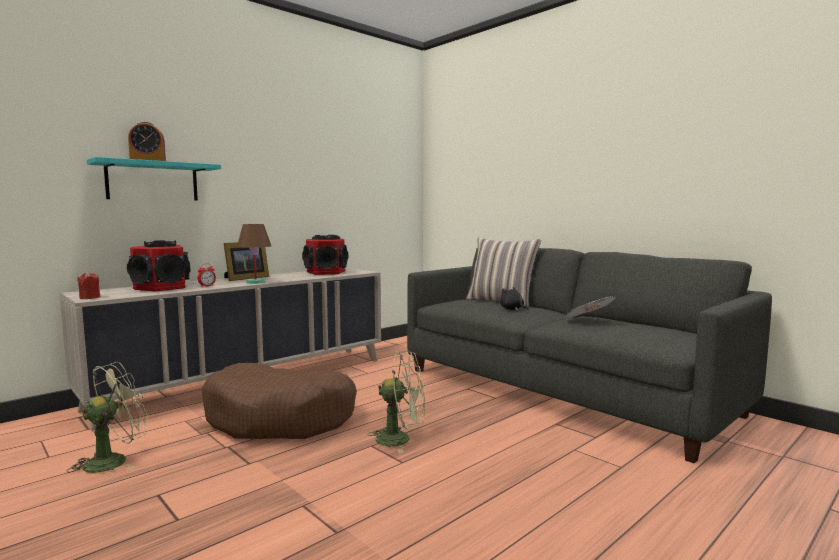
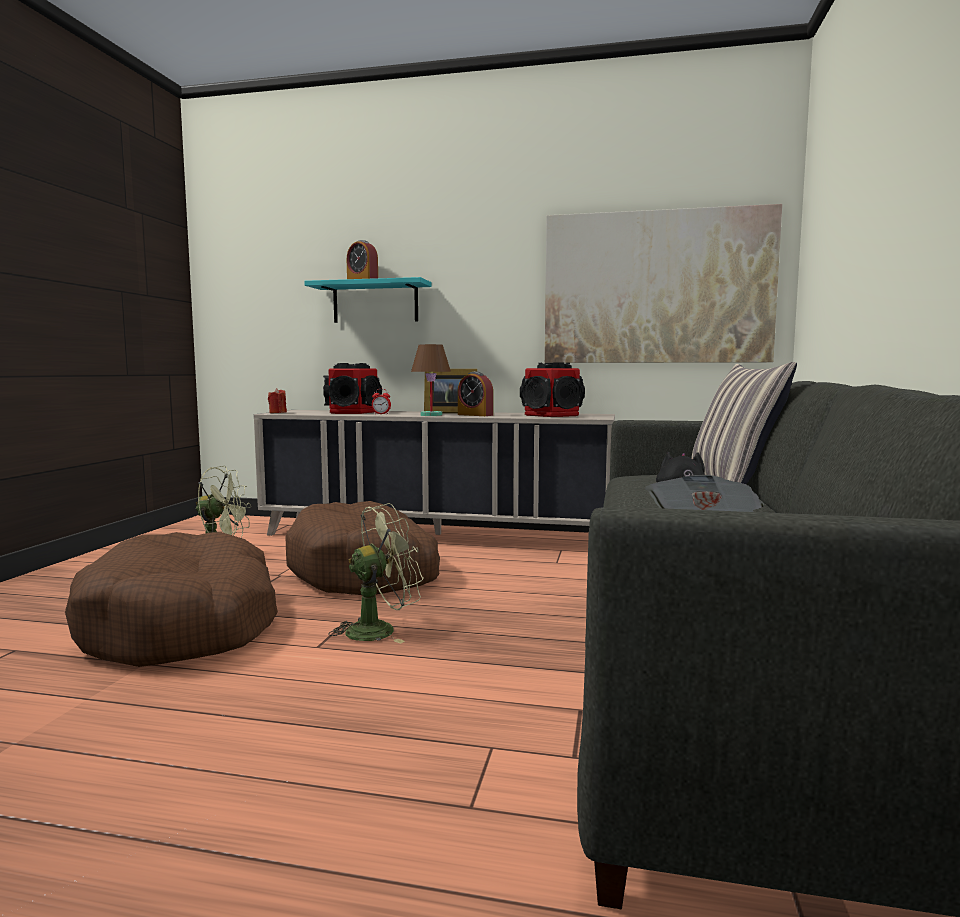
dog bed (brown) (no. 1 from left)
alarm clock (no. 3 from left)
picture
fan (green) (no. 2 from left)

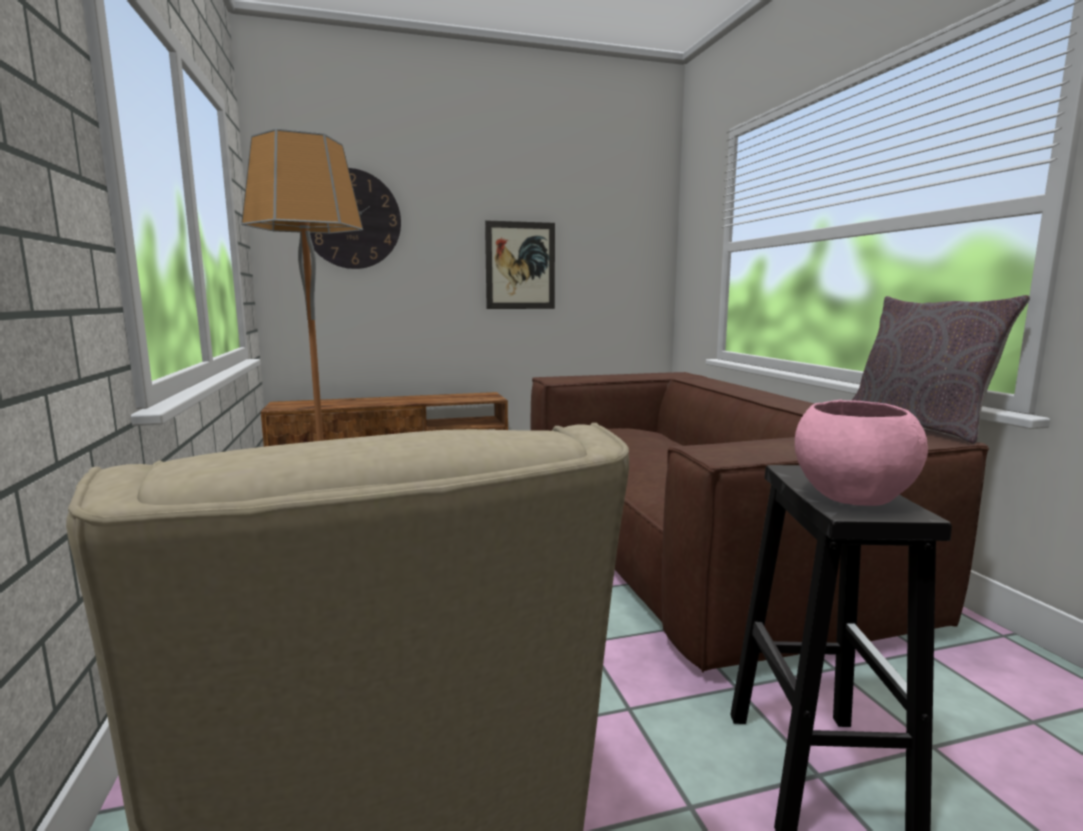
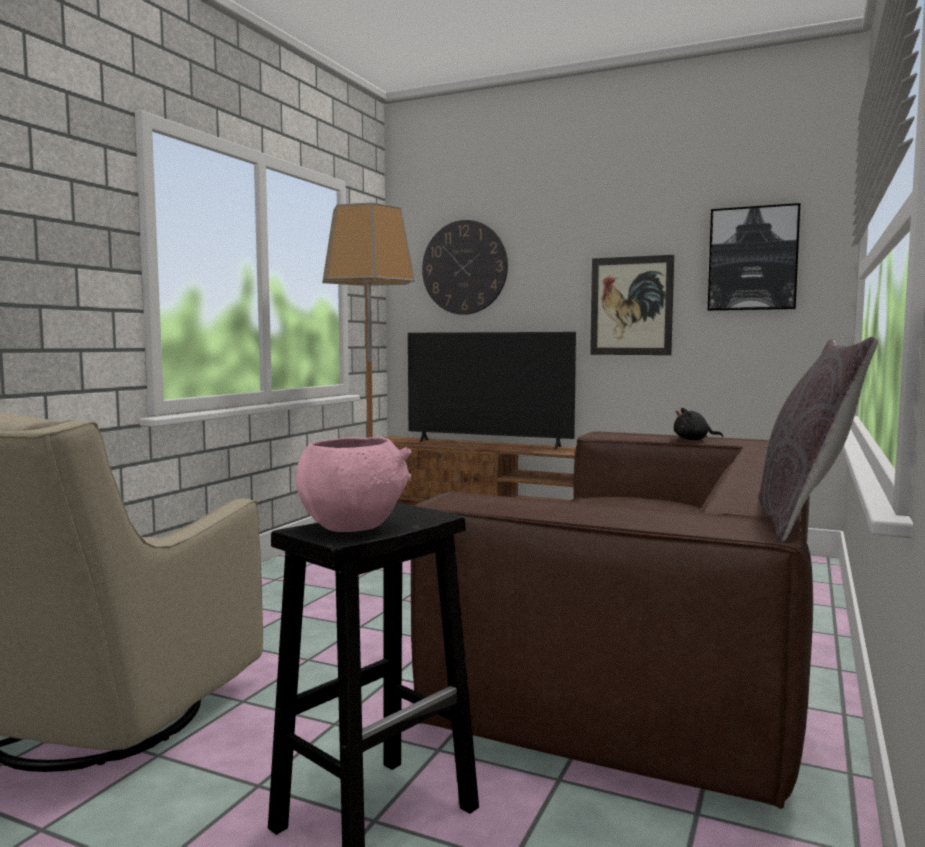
television
plush toy (black)
picture (no. 2 from left)

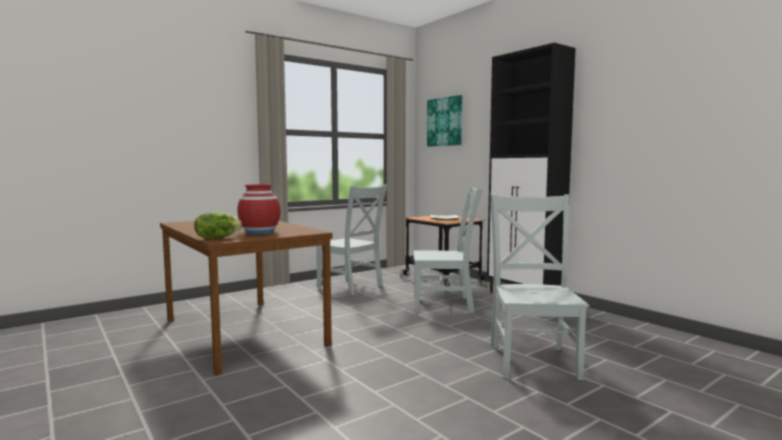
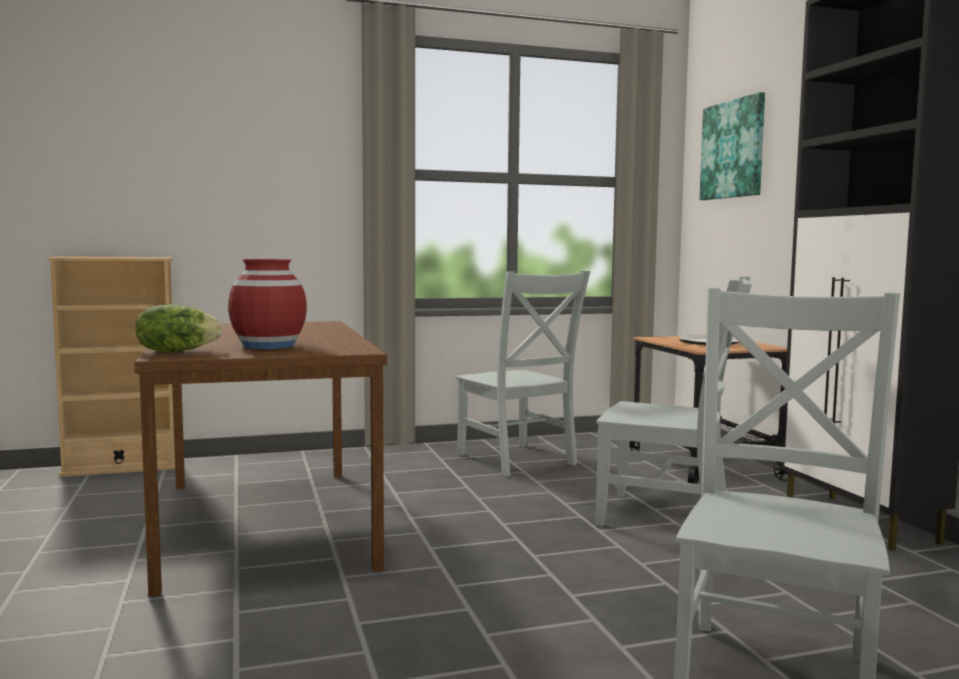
bookcase (beige)

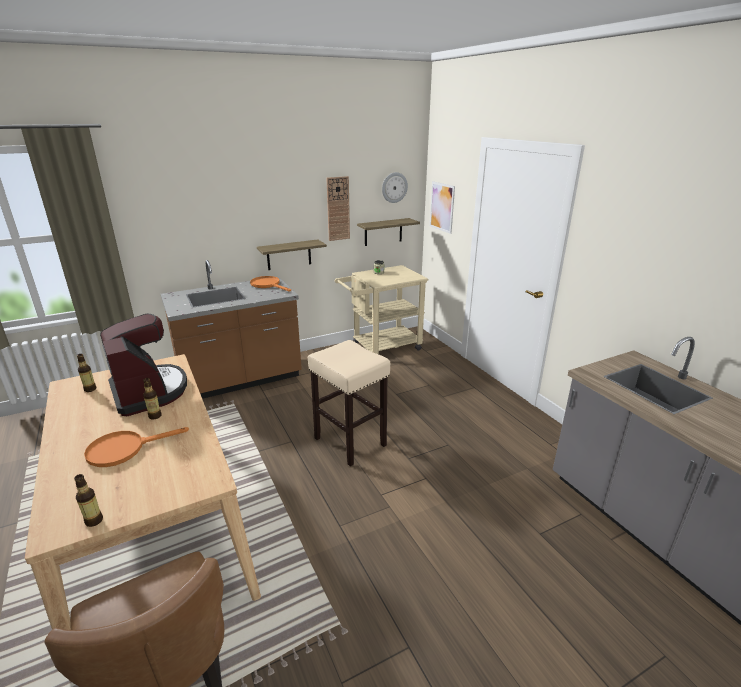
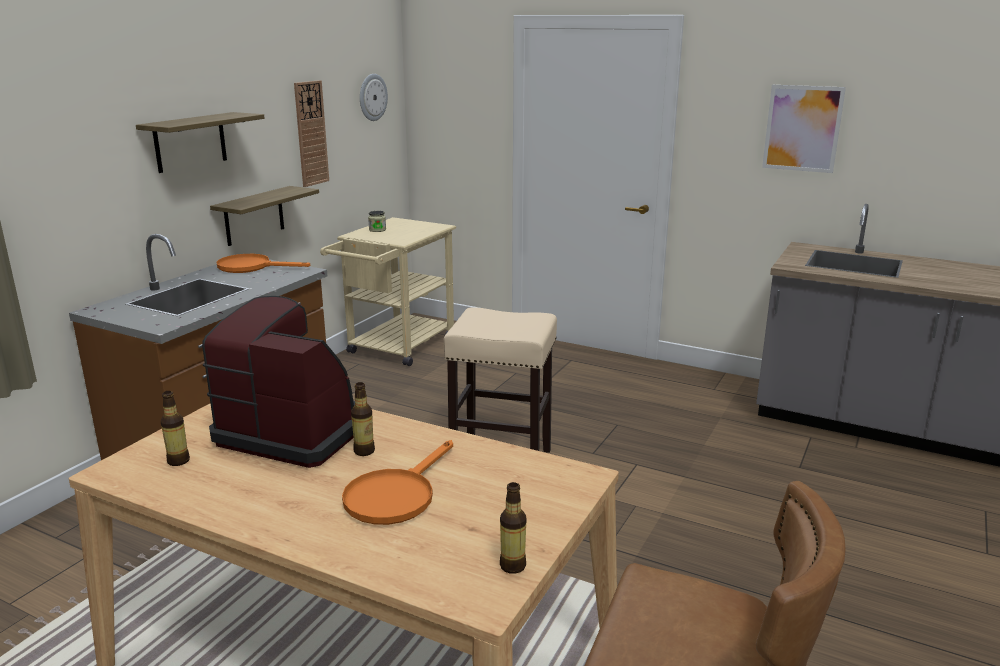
shelf (no. 1 from left)
picture

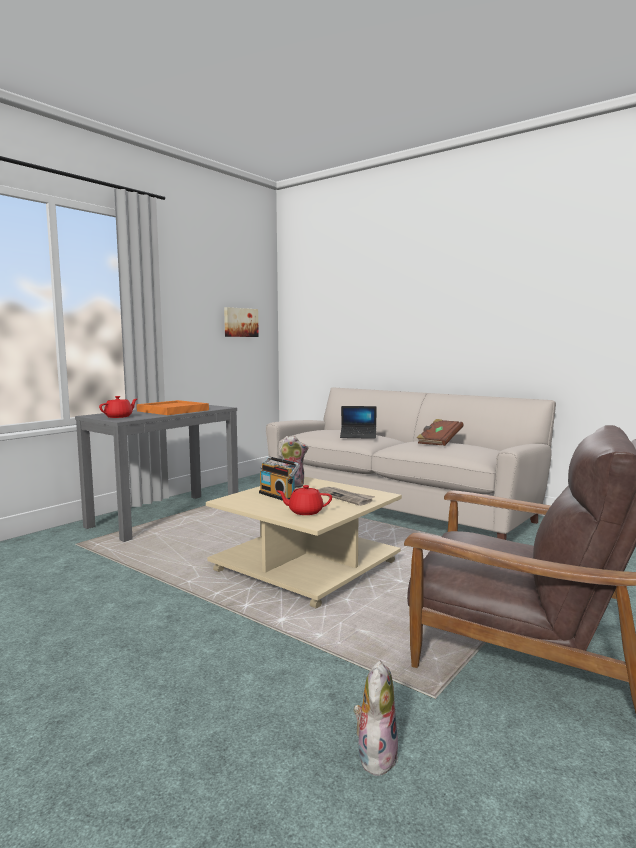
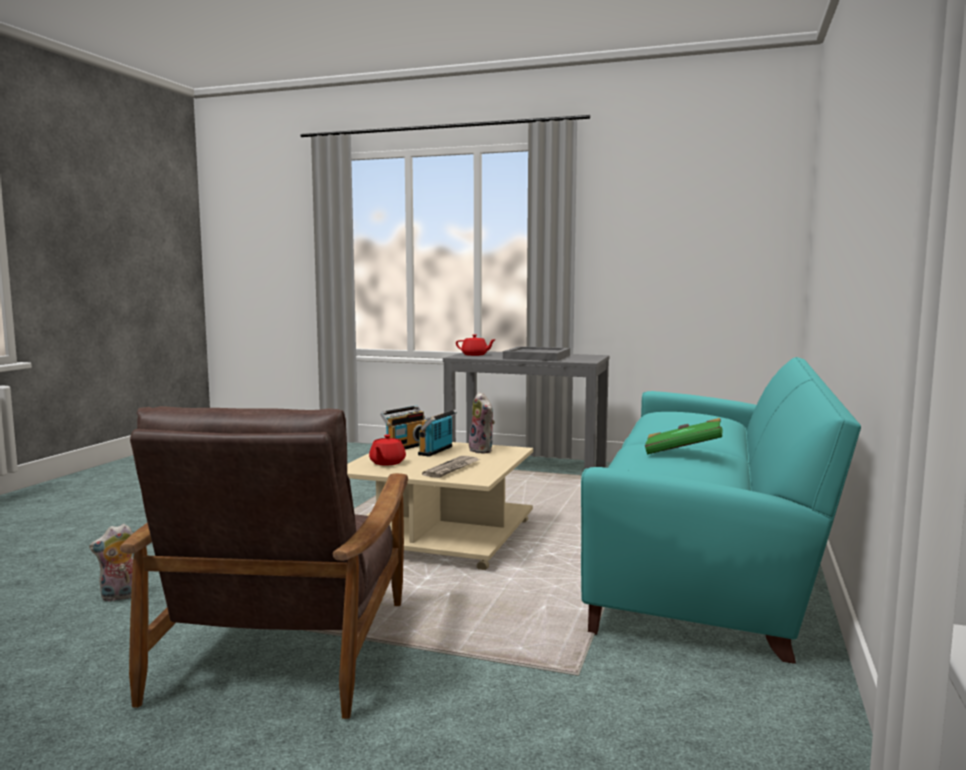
picture
laptop
radio (no. 1 from left)
tray (grey)
sofa (turquoise)
book (green)
teapot (red) (no. 1 from left)
plush toy (no. 1 from left)

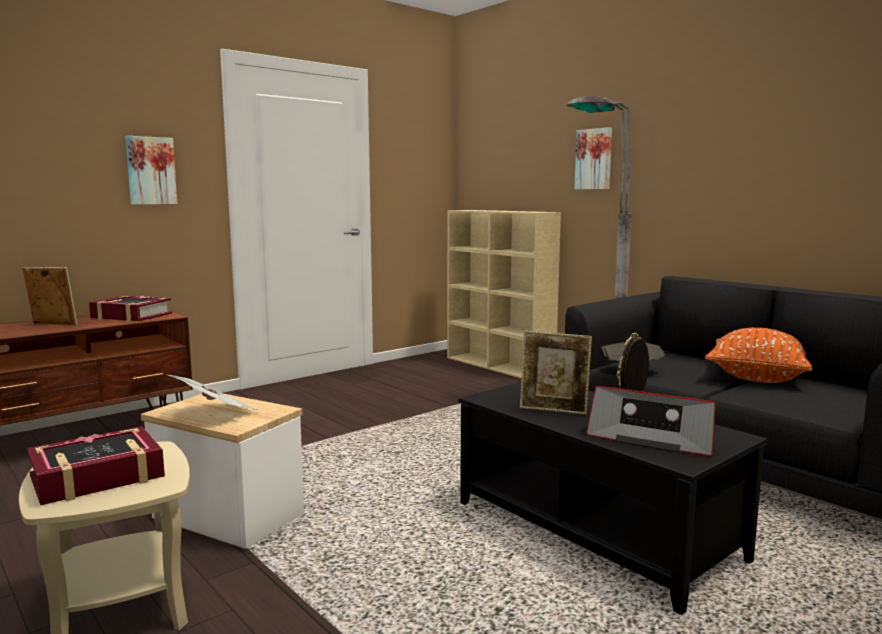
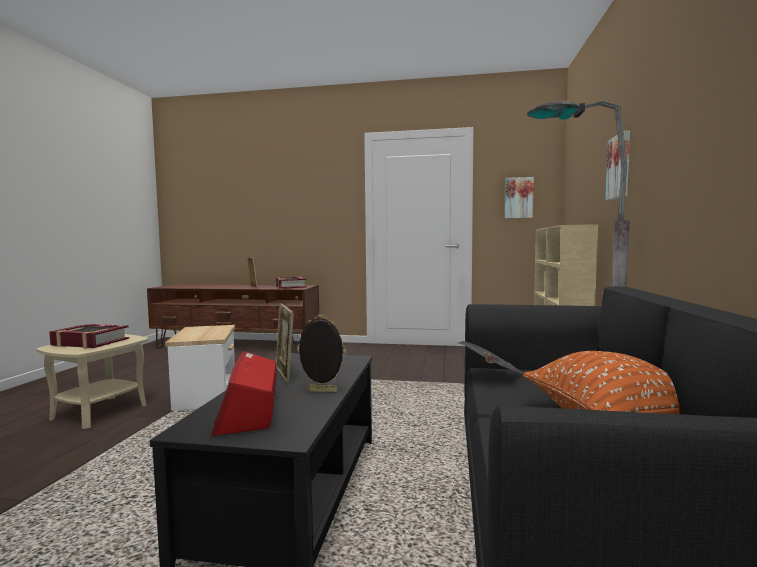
newspaper (no. 1 from left in the first image)
picture (no. 1 from left)

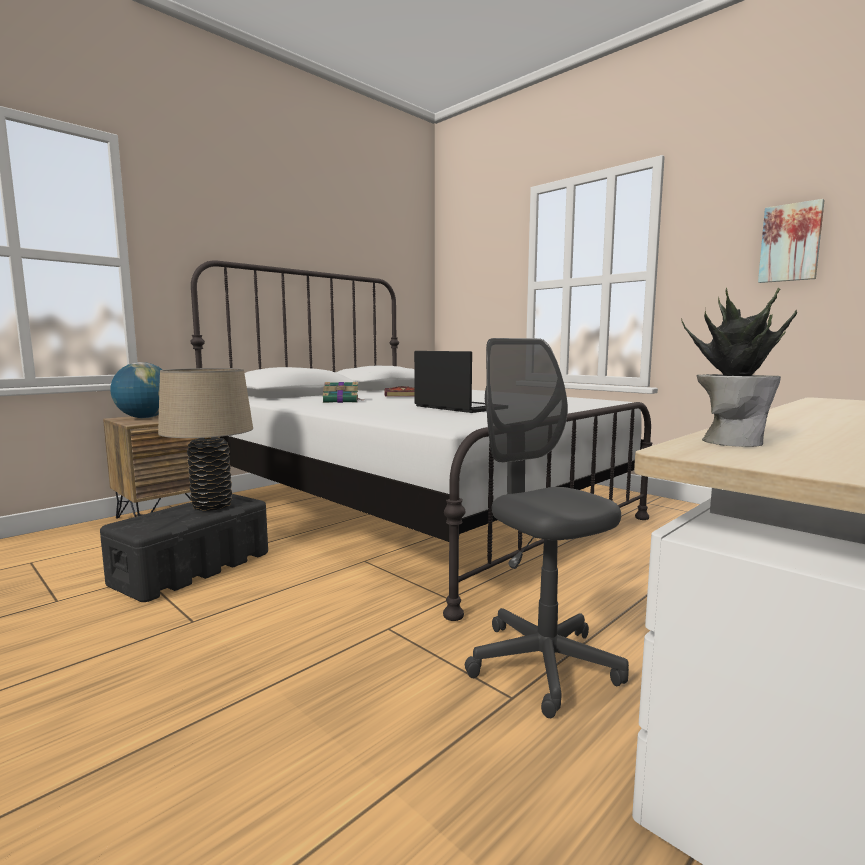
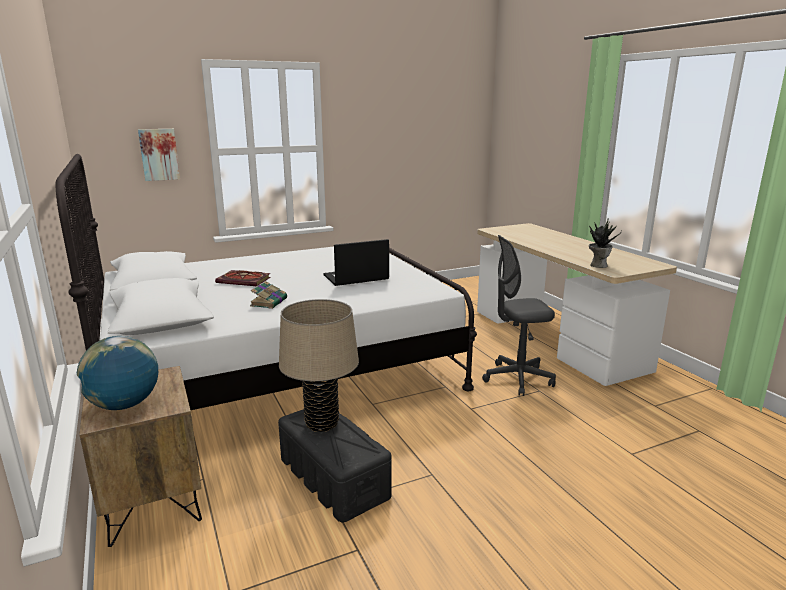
picture

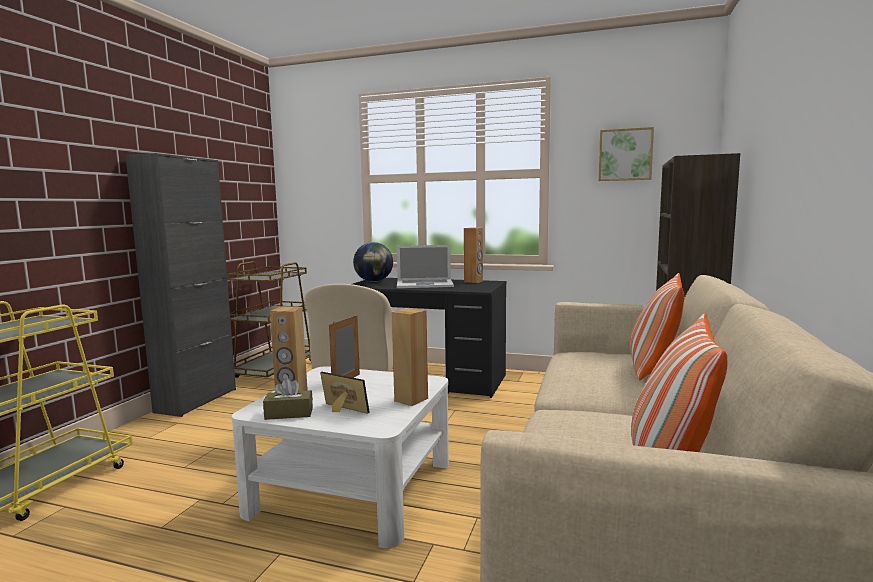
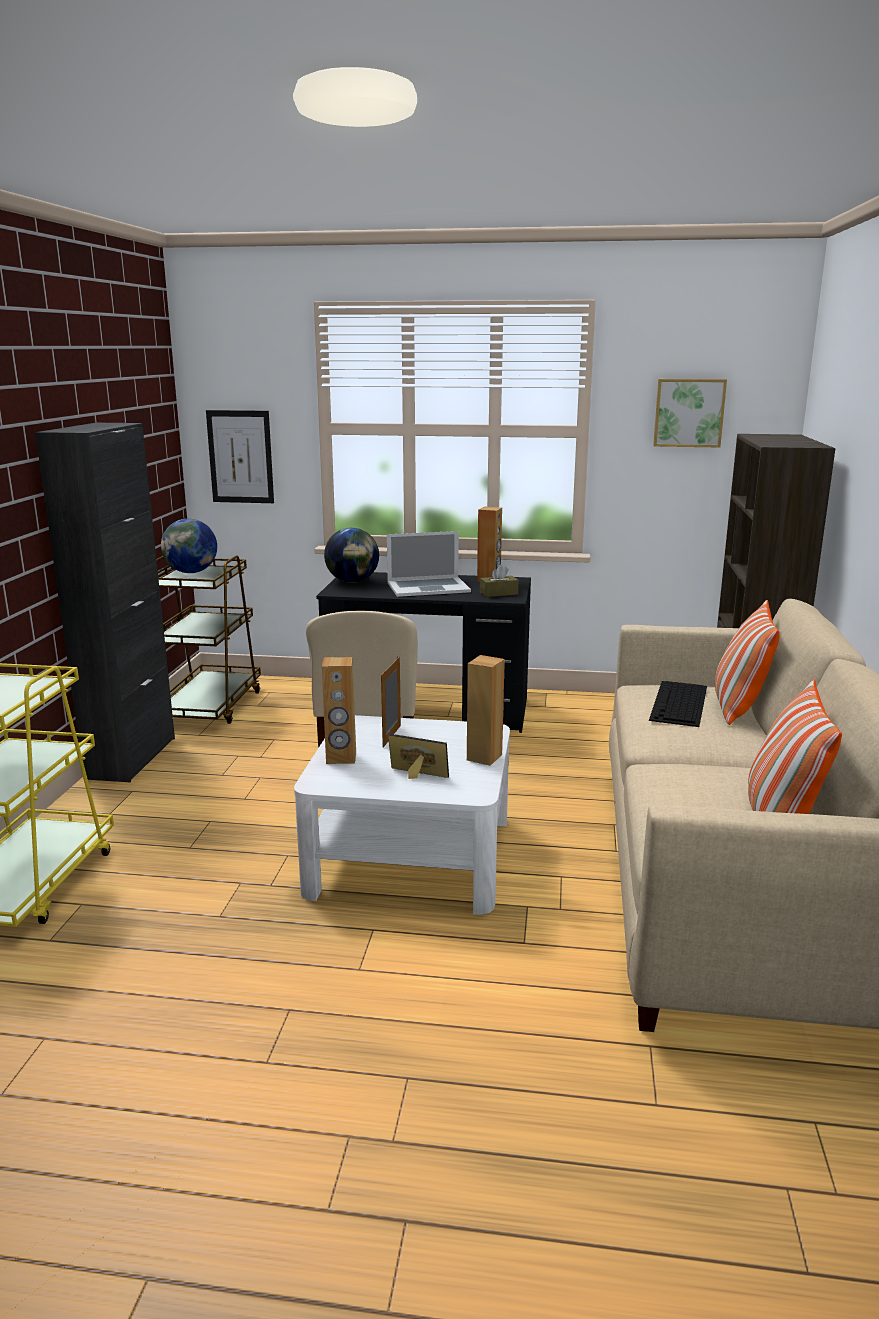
globe (no. 1 from left)
picture (no. 1 from left)
keyboard
tissue box (brown)

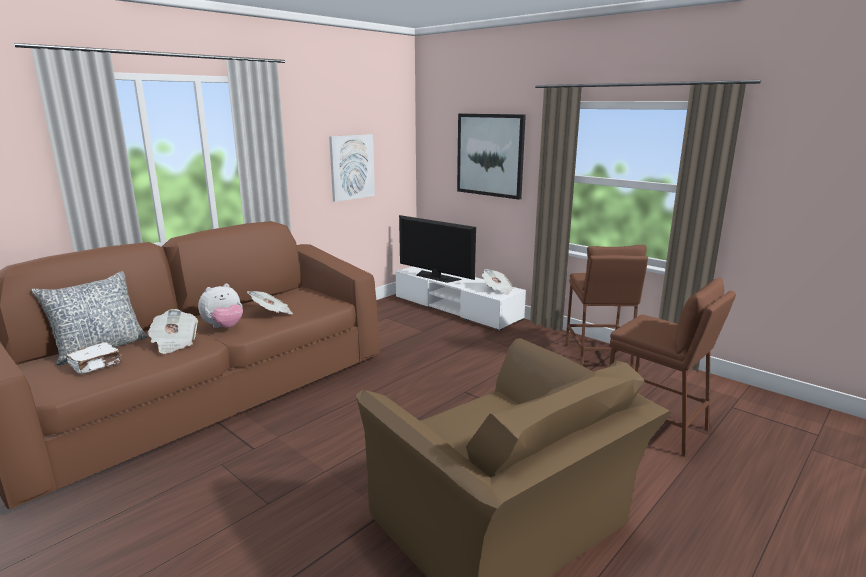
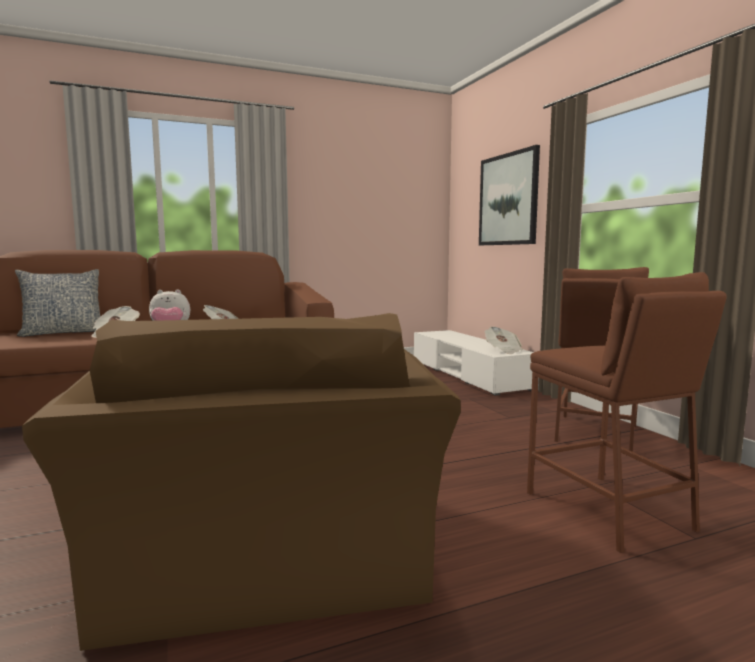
book (white)
picture (no. 1 from left in the first image)
television

